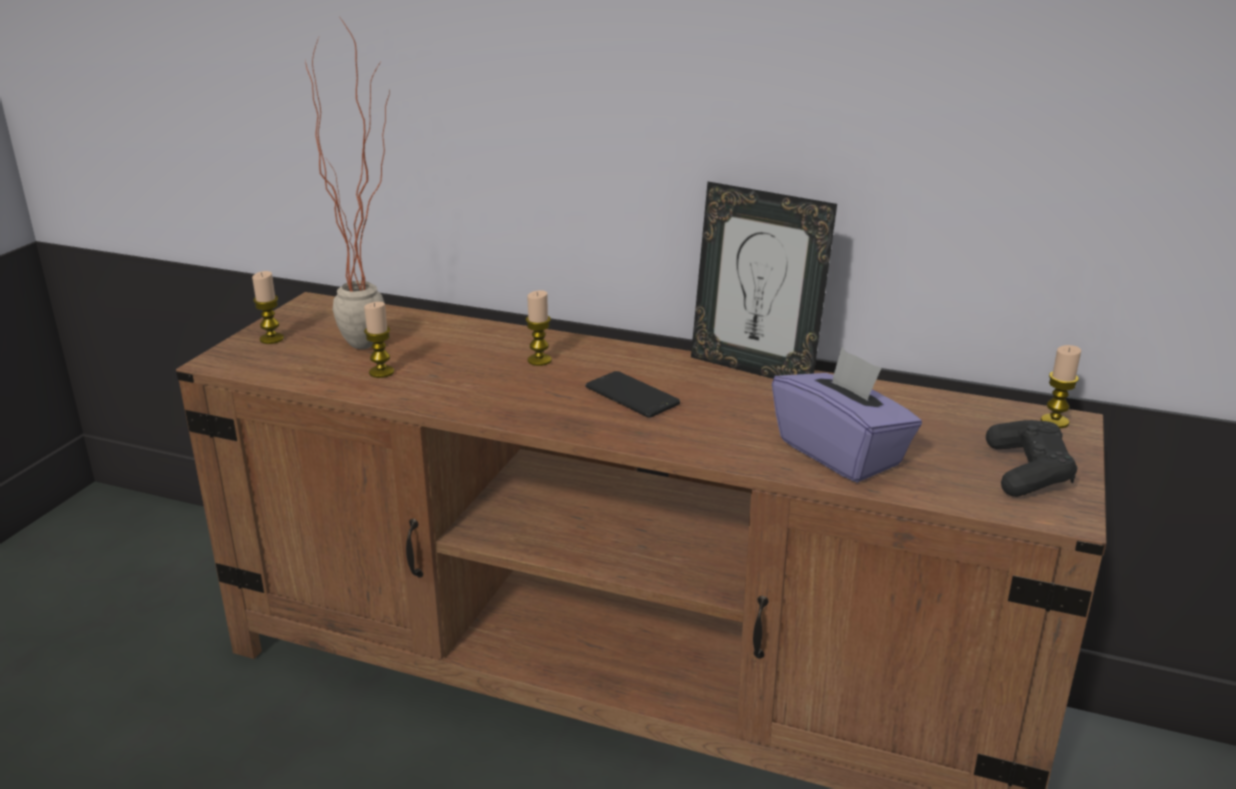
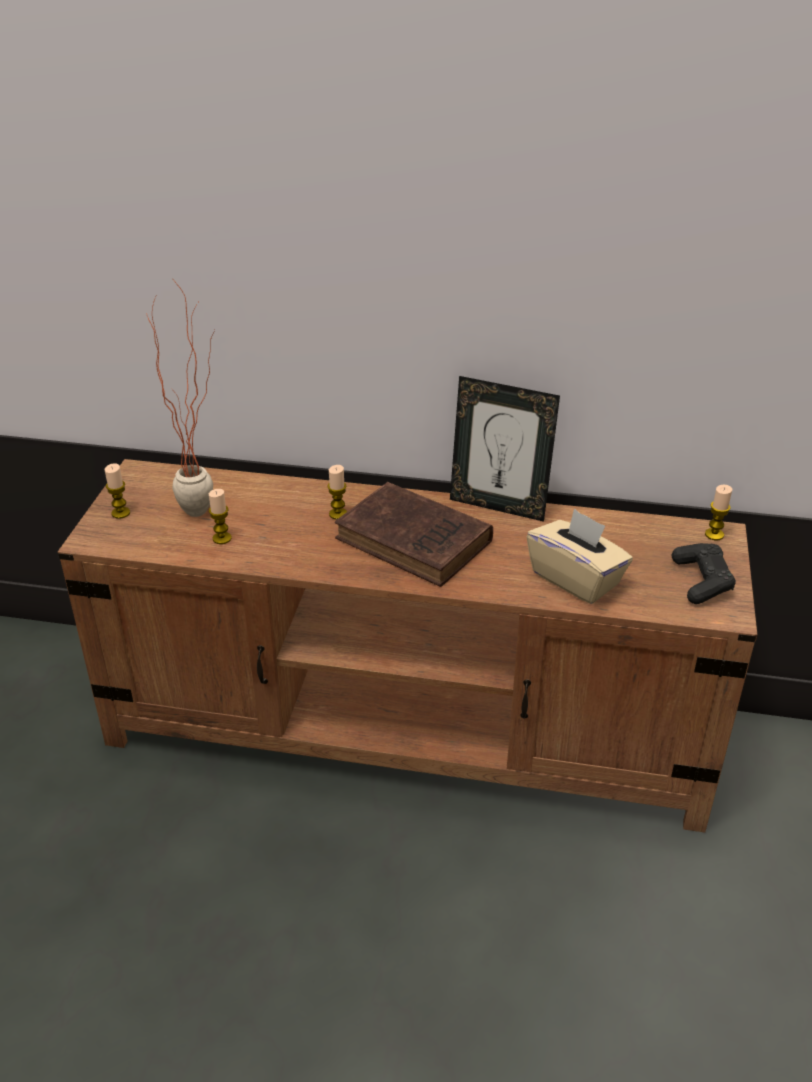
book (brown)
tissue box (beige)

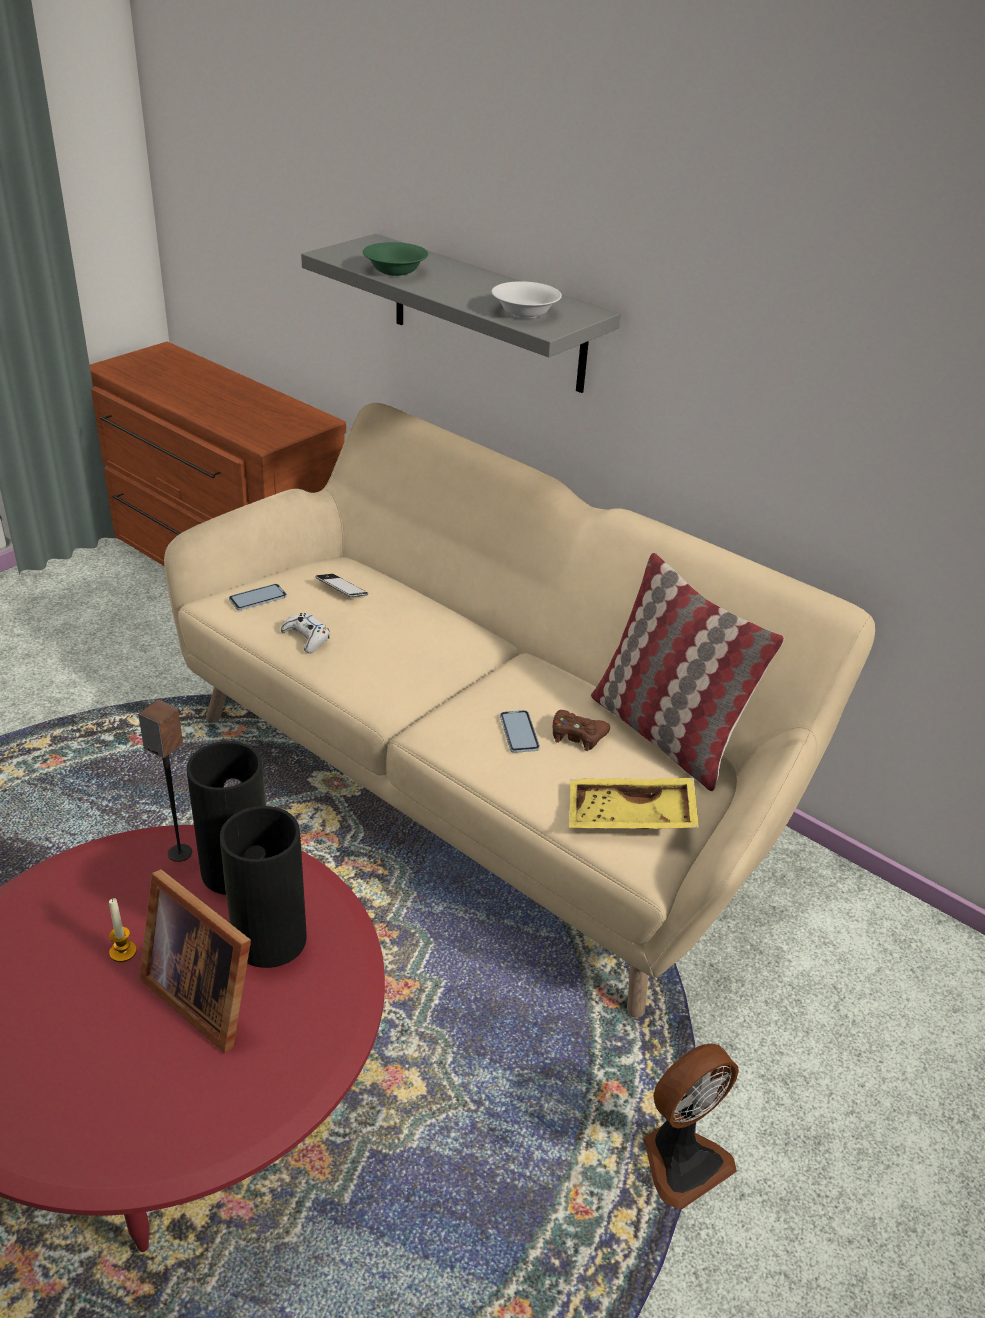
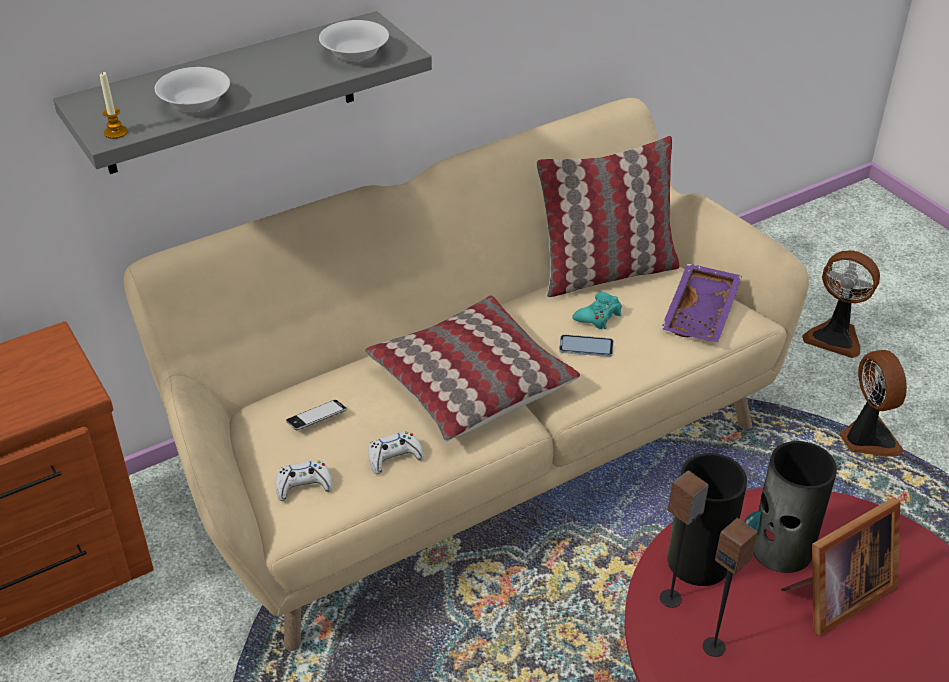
pillow (no. 1 from left)
speaker (no. 2 from left)
fan (no. 1 from left)
candle
game controller (white) (no. 1 from left)
bowl (white) (no. 1 from left)
game controller (turquoise)
tray (purple)

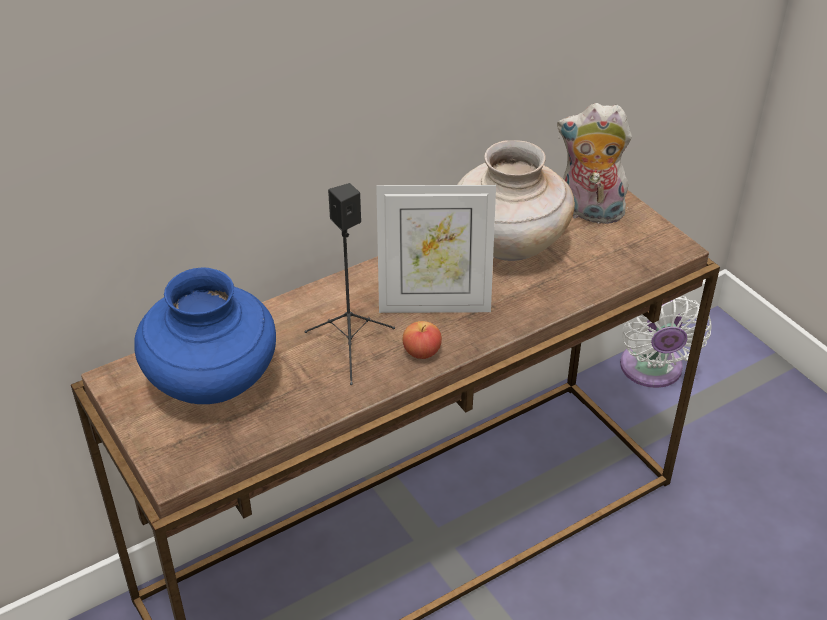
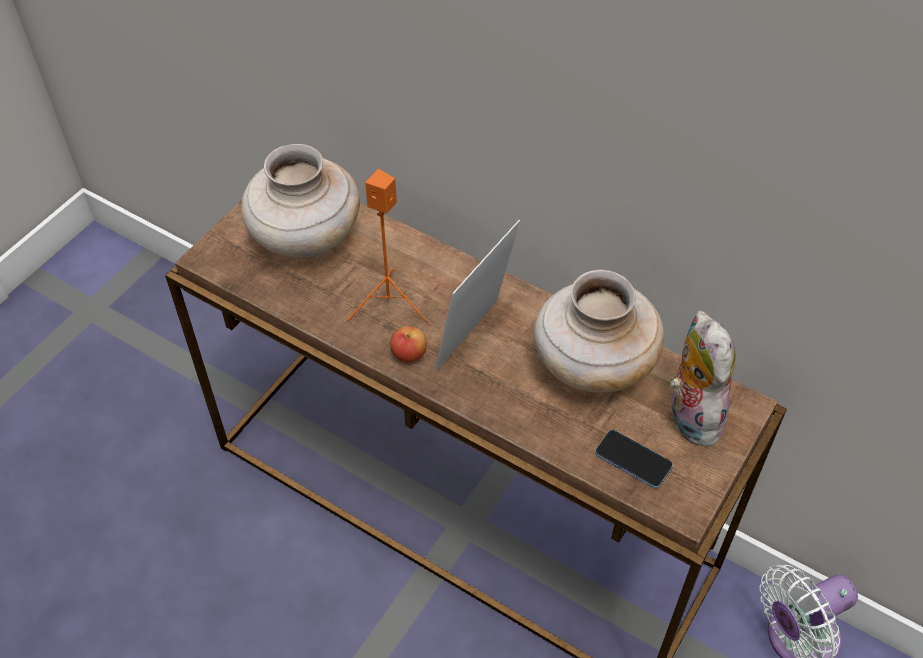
phone
vase (beige) (no. 1 from left)
speaker (orange)
picture frame

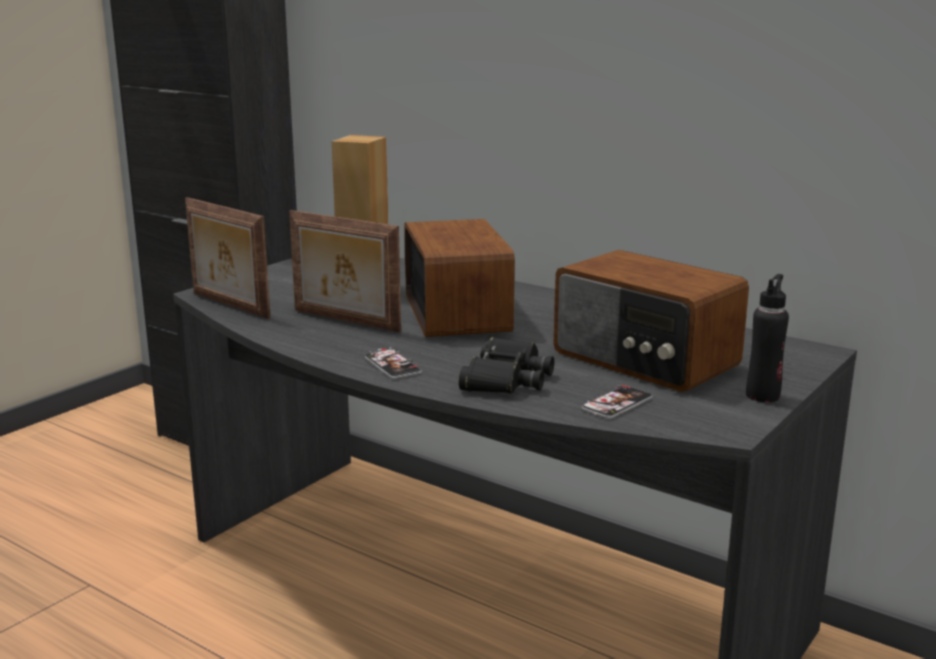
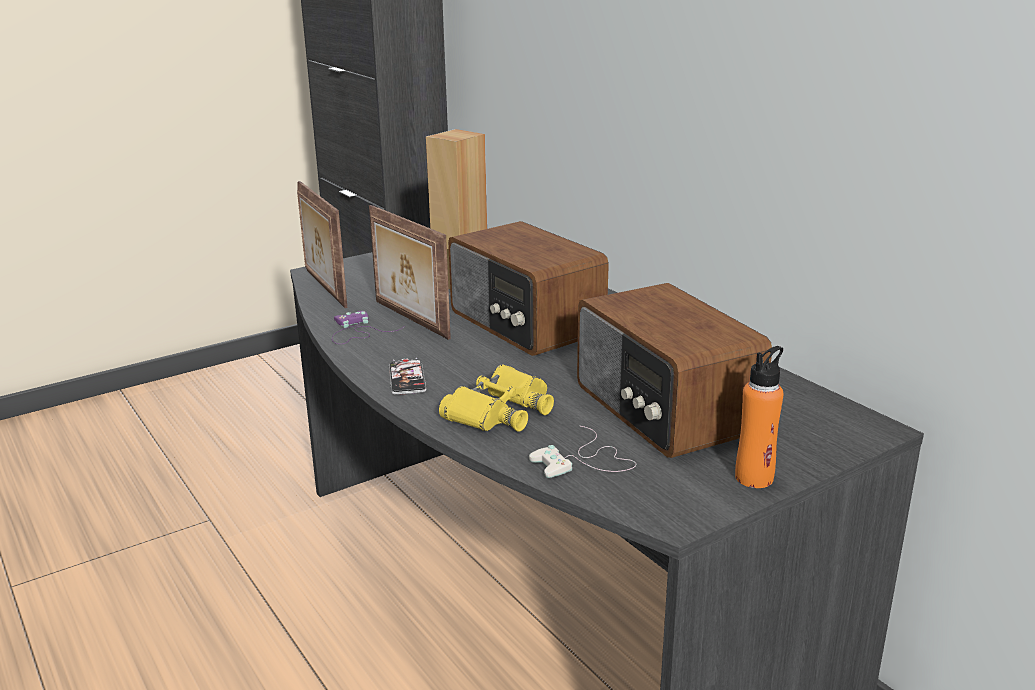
game controller (purple)
game controller (white)
binoculars (yellow)
bottle (orange)
radio (no. 1 from left)

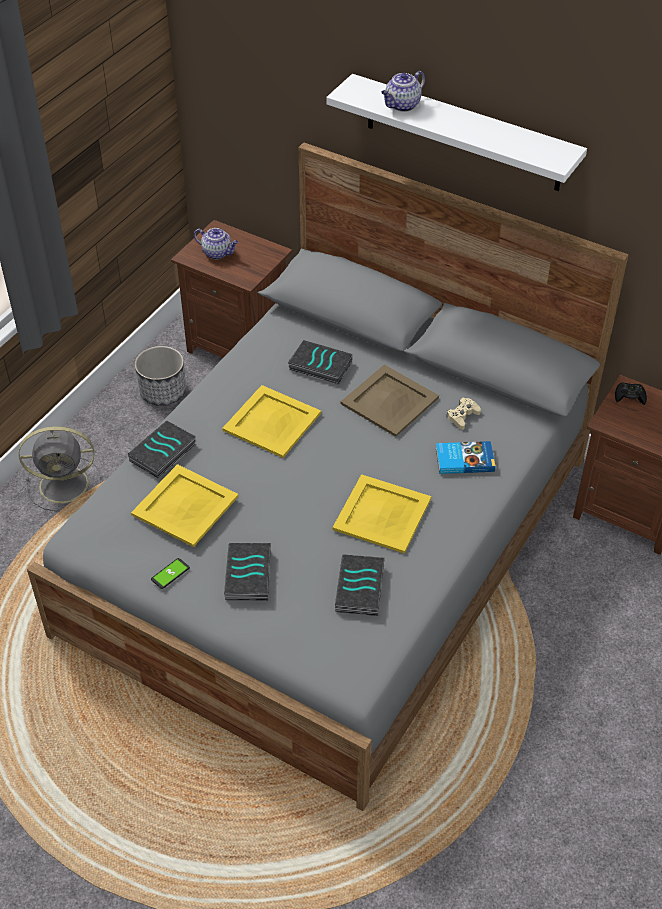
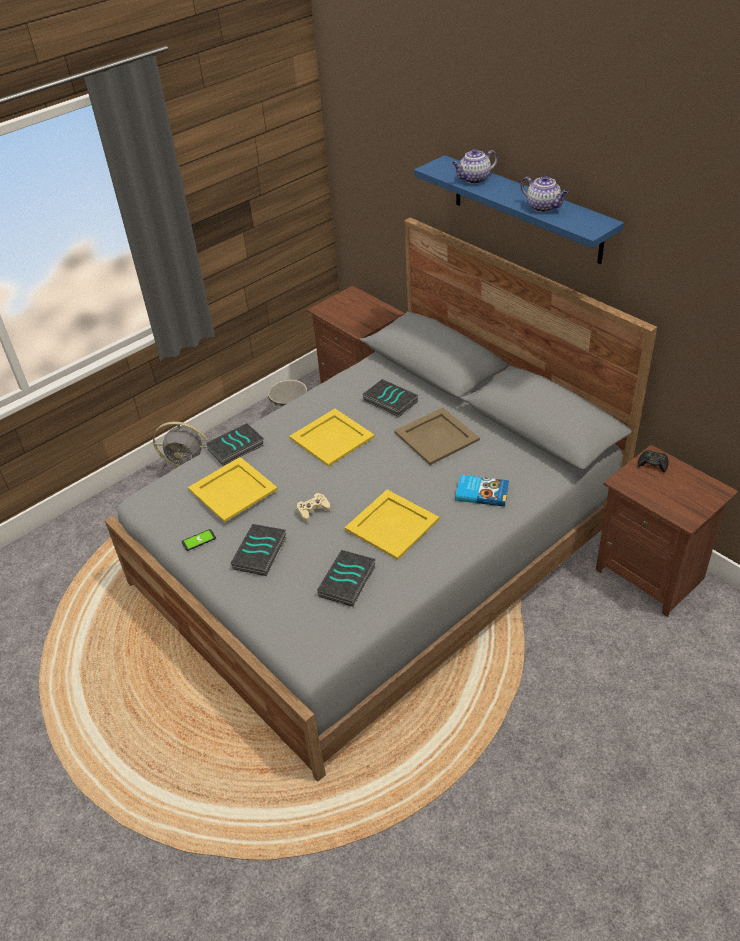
teapot (no. 2 from left)
game controller (beige)
shelf (blue)

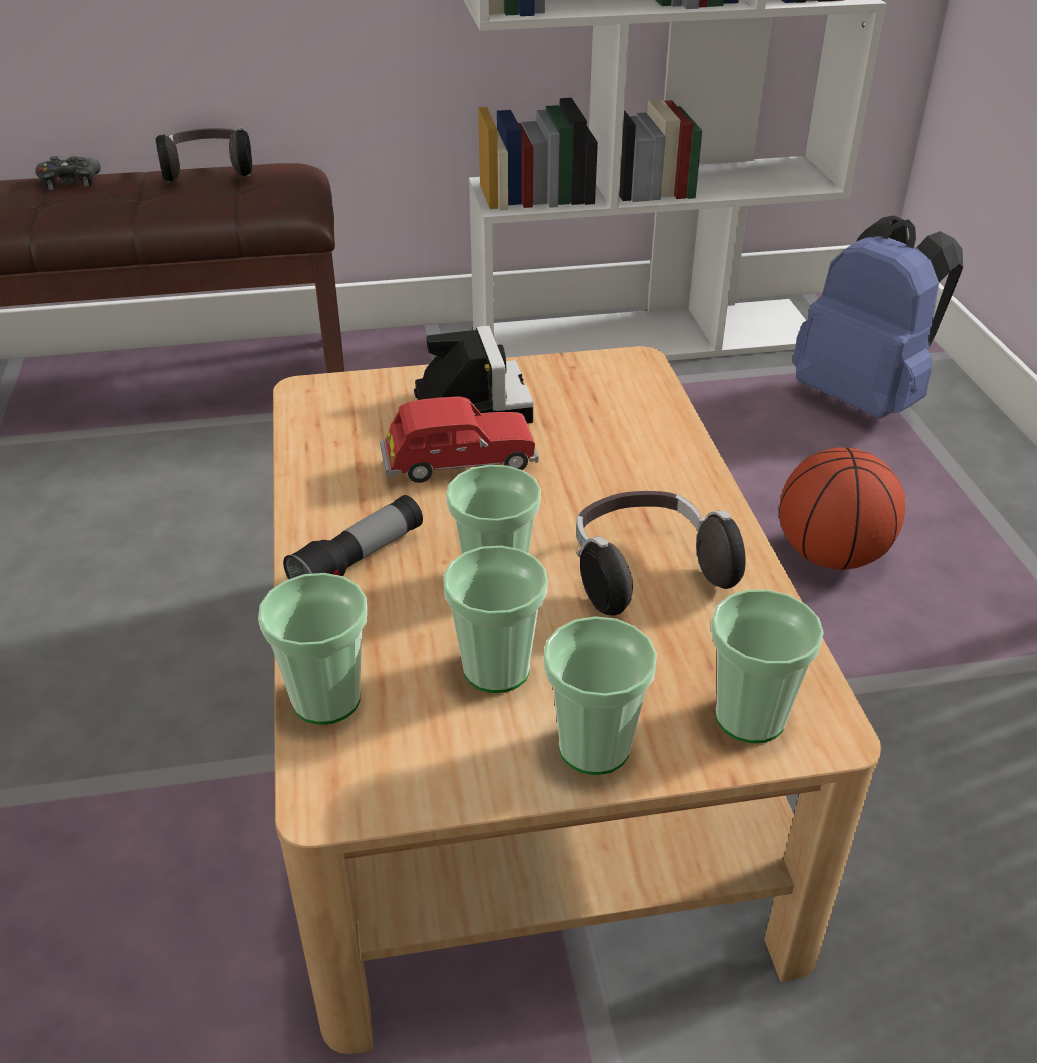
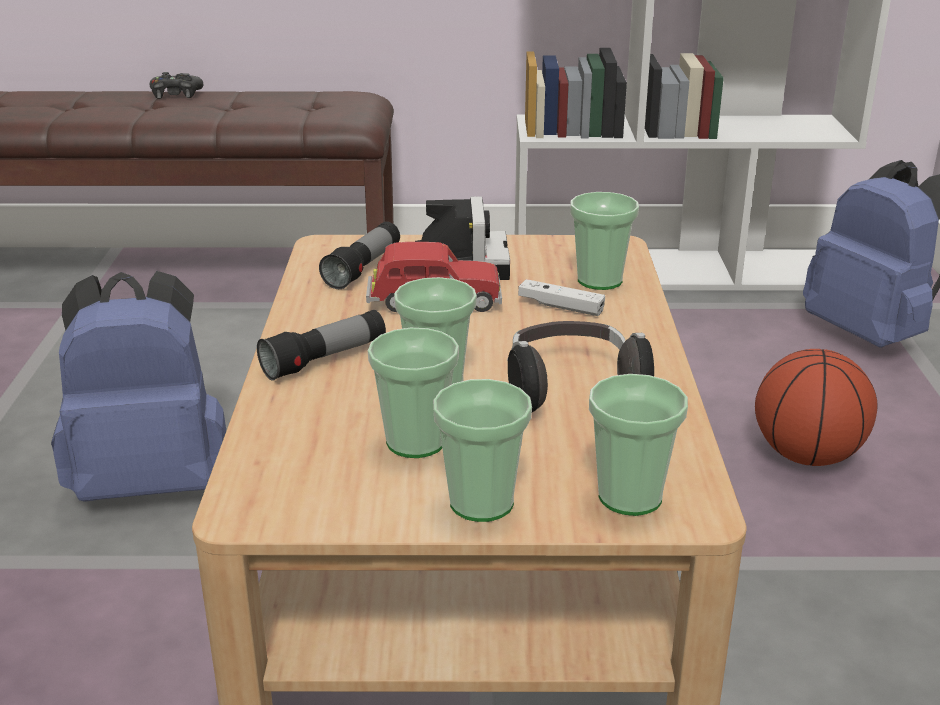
headphones (no. 1 from left in the first image)
backpack (blue) (no. 1 from left)
flashlight (no. 2 from left)
game controller (white)
cup (no. 4 from left)

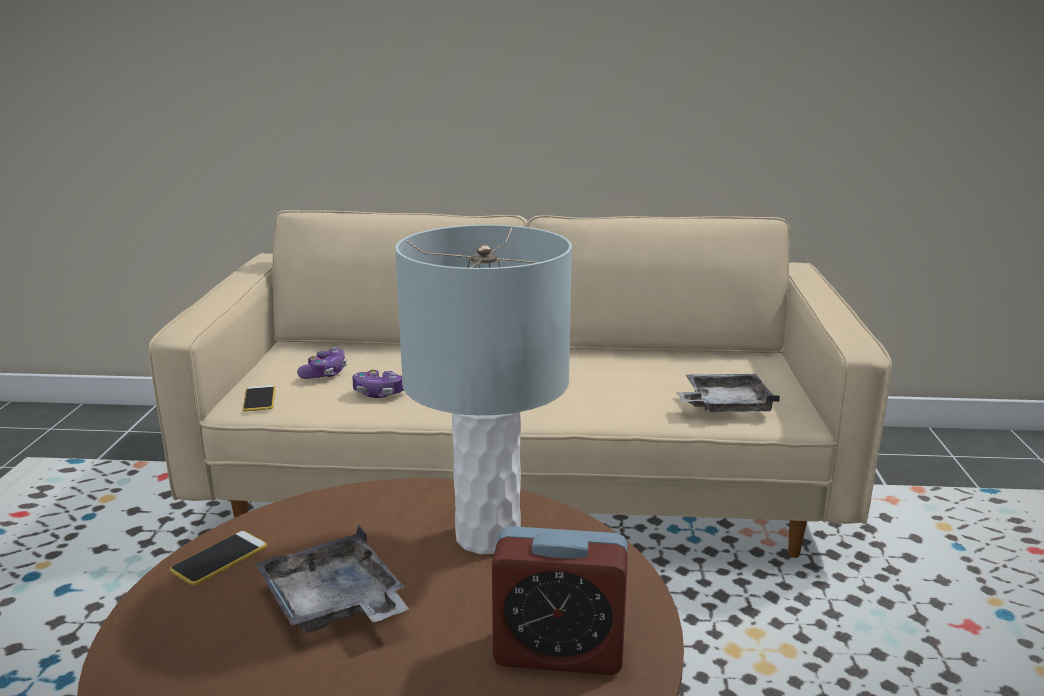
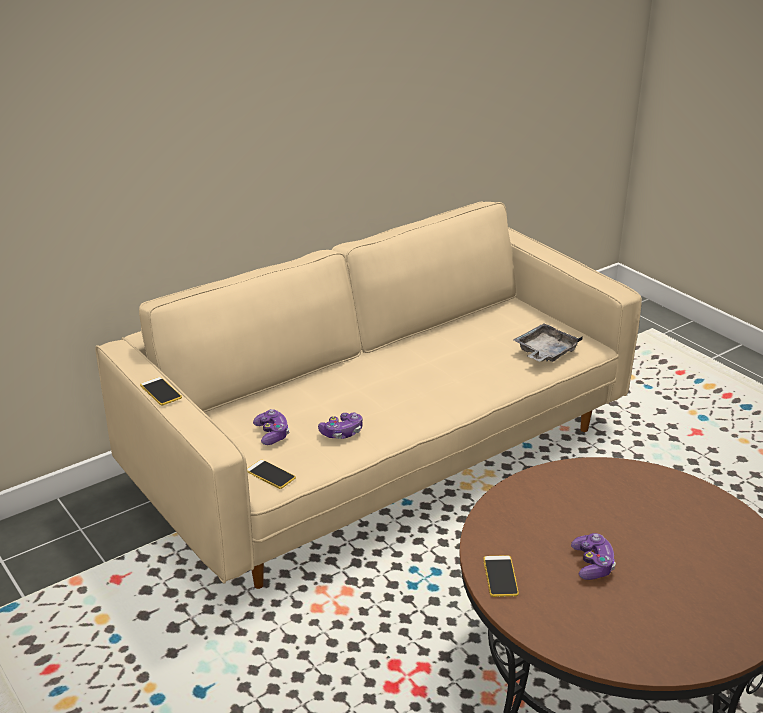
table lamp (grey)
alarm clock
phone (no. 1 from left)
game controller (no. 3 from left)

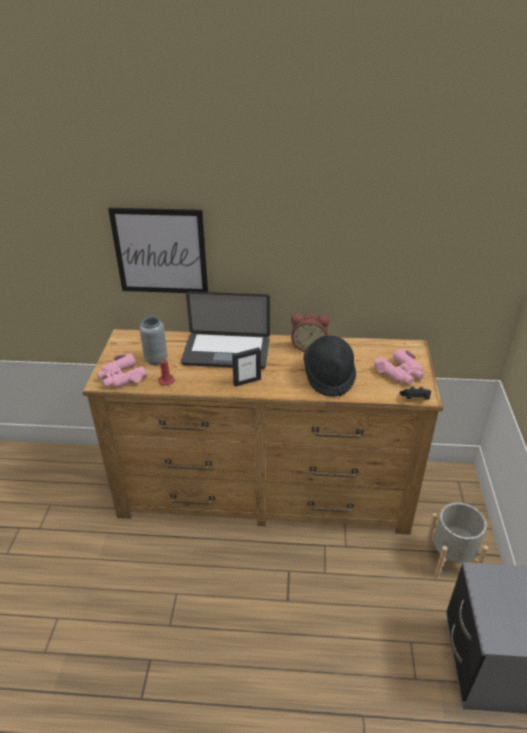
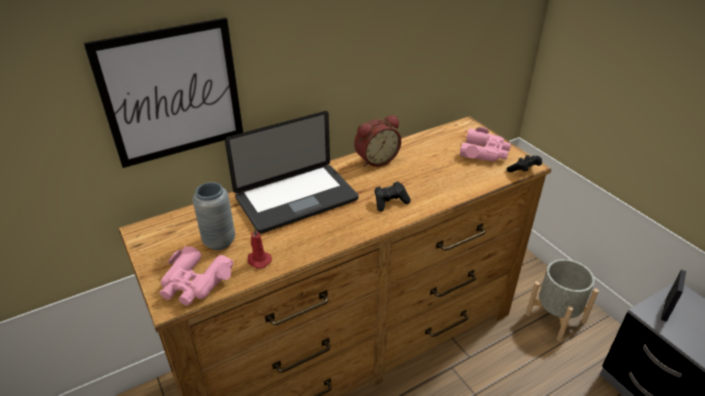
hat (black)
game controller (black) (no. 1 from left)
picture frame

